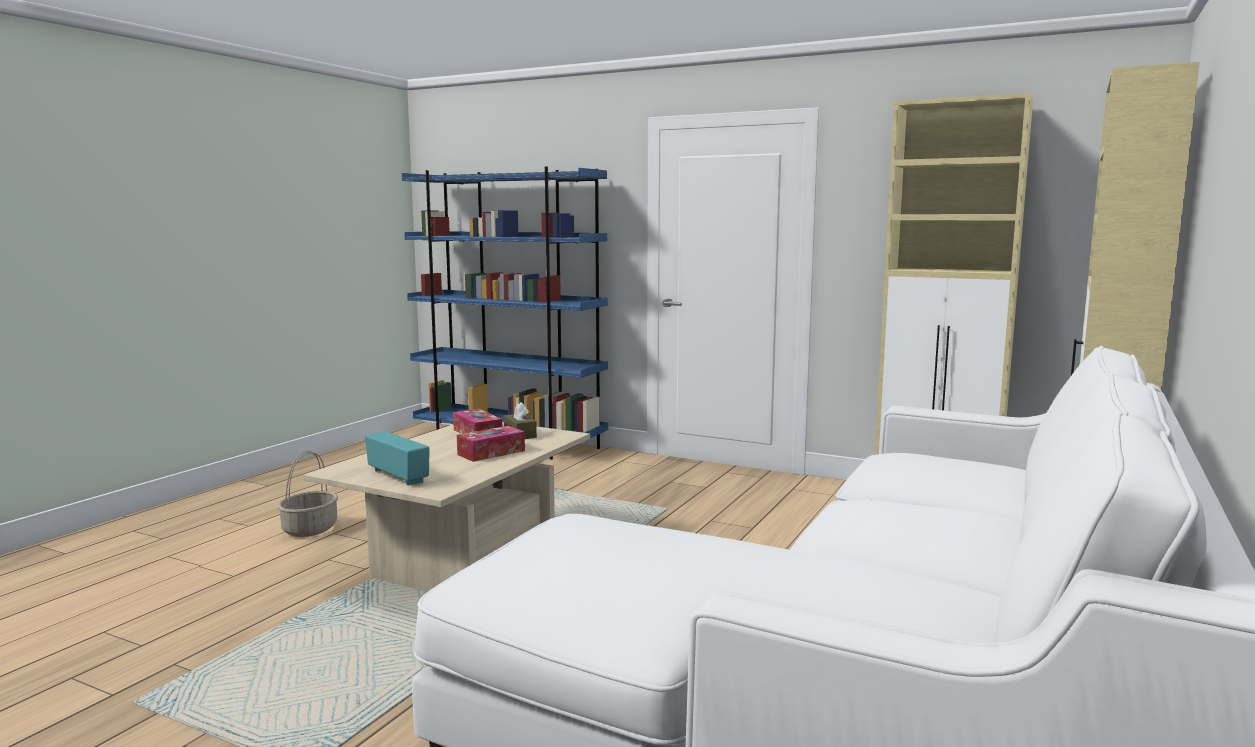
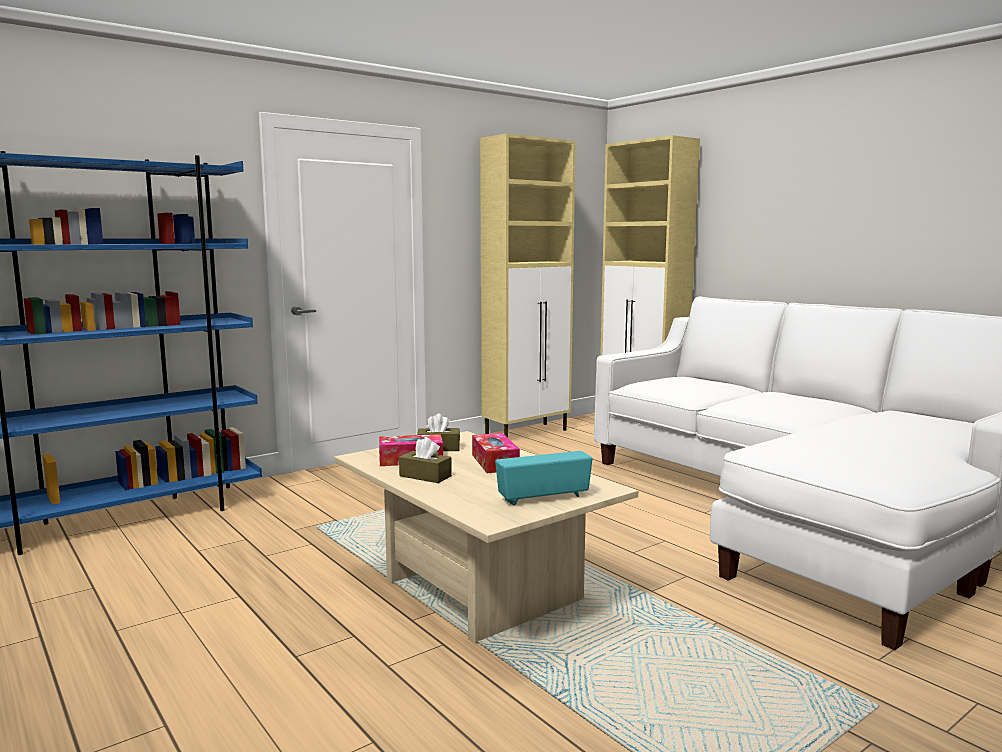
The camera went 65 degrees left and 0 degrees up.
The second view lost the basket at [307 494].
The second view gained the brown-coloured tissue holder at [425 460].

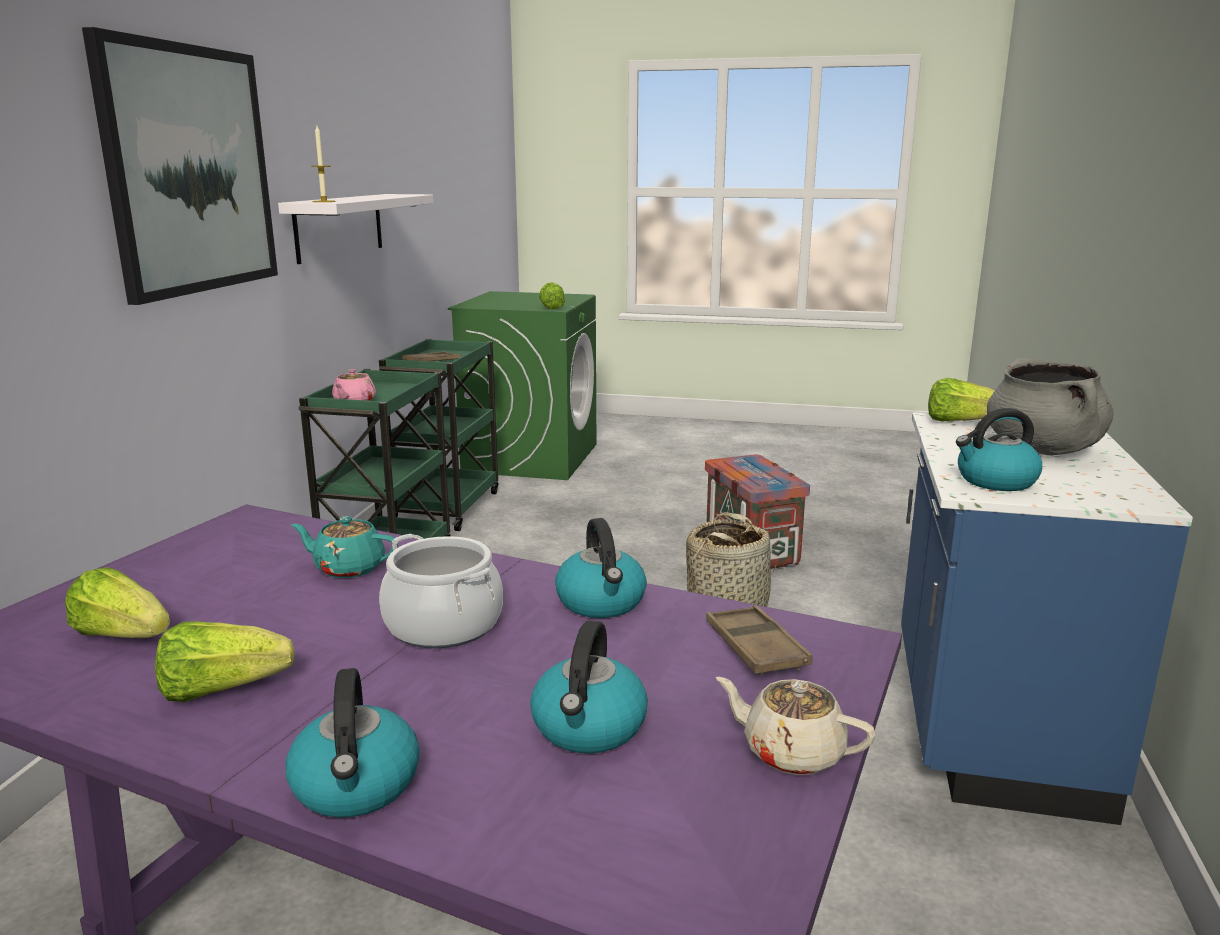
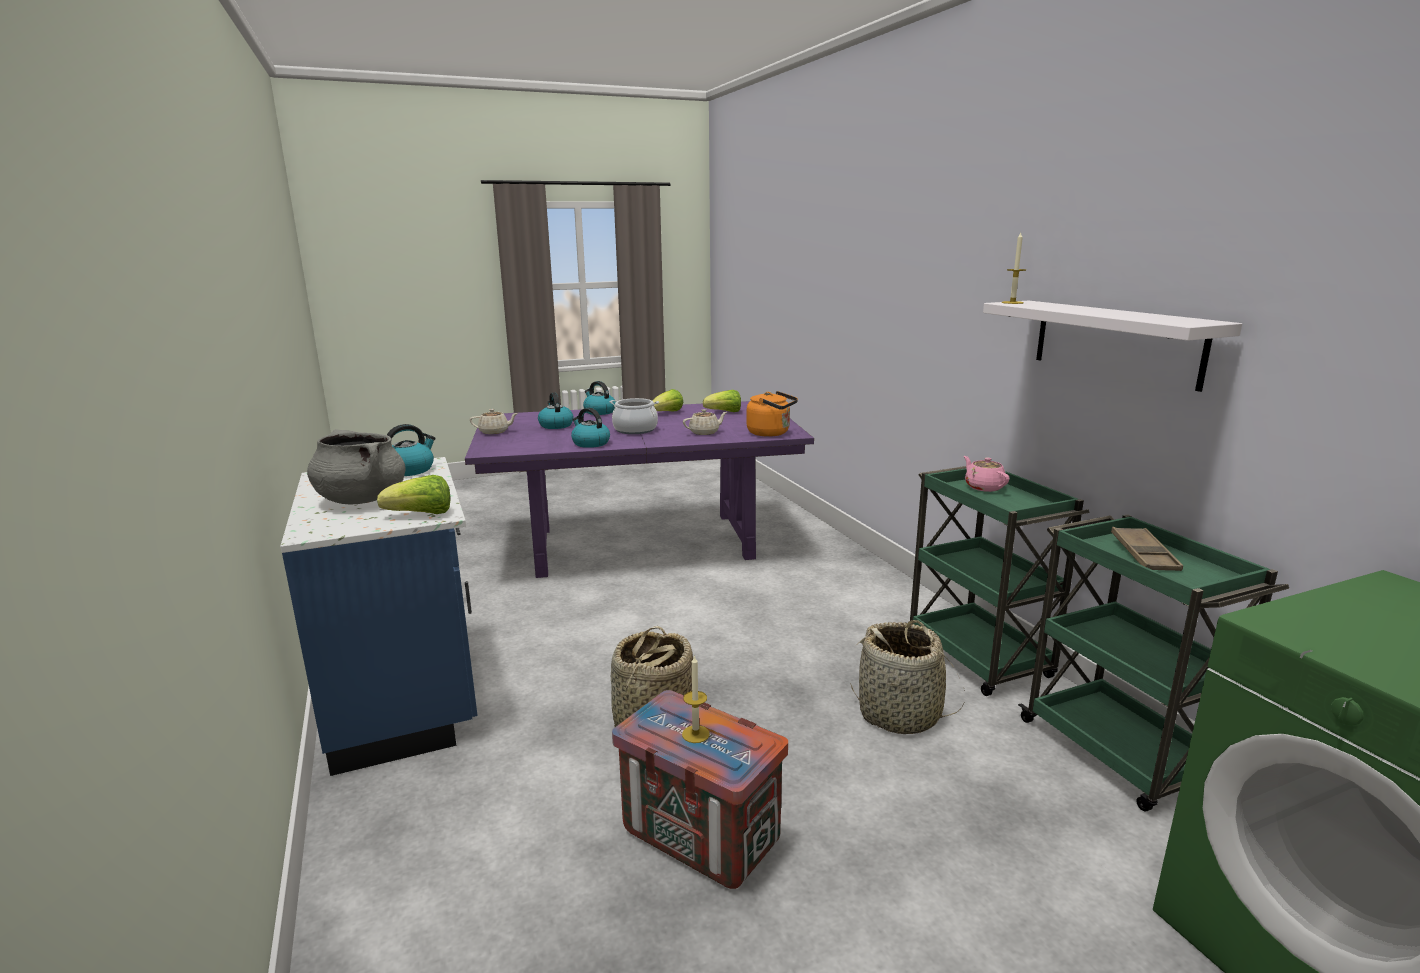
The camera went 145 degrees right and 0 degrees up.
The second view lost the wall picture at [180 166].
The second view lost the lettuce at [552 295].
What was the blue-green pot for tea at [344 547] turned into the sand-coloured pot for tea at [705 422].
The second view lost the brown-coloured tray at [759 640].
The second view gained the orange water kettle at [772 414].
The second view gained the basket at [907 677].
The second view gained the candle at [696 699].

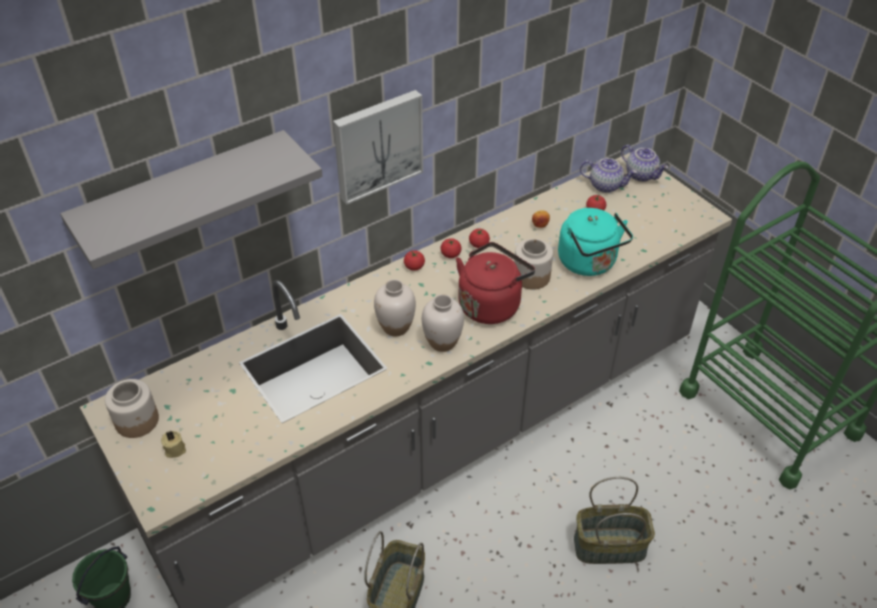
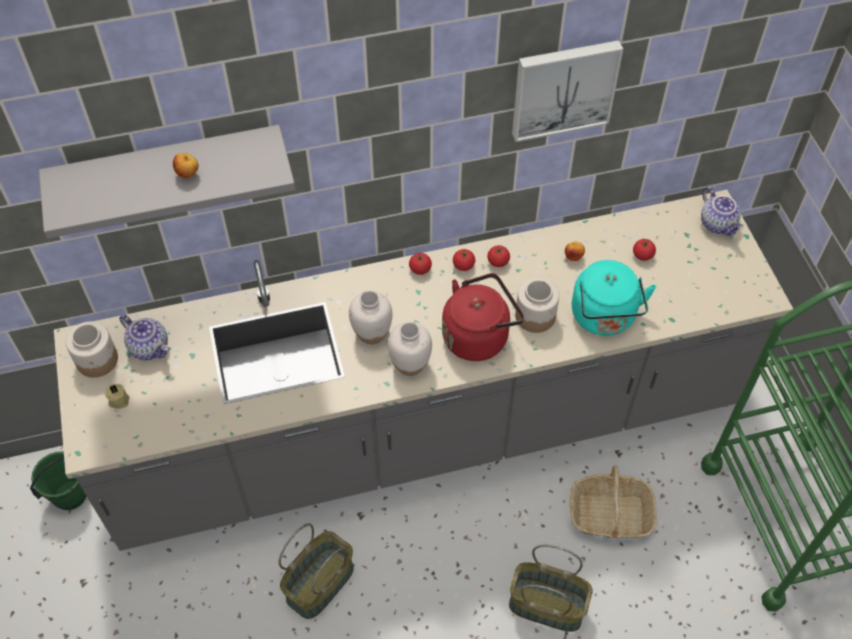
The camera went 20 degrees right and 10 degrees up.
The wall picture ended up elsewhere, having gone from [378 147] to [567 91].
The pot for tea ended up elsewhere, having gone from [608 175] to [143 337].
The second view gained the apple fruit at [186 165].
The second view gained the basket at [613 501].

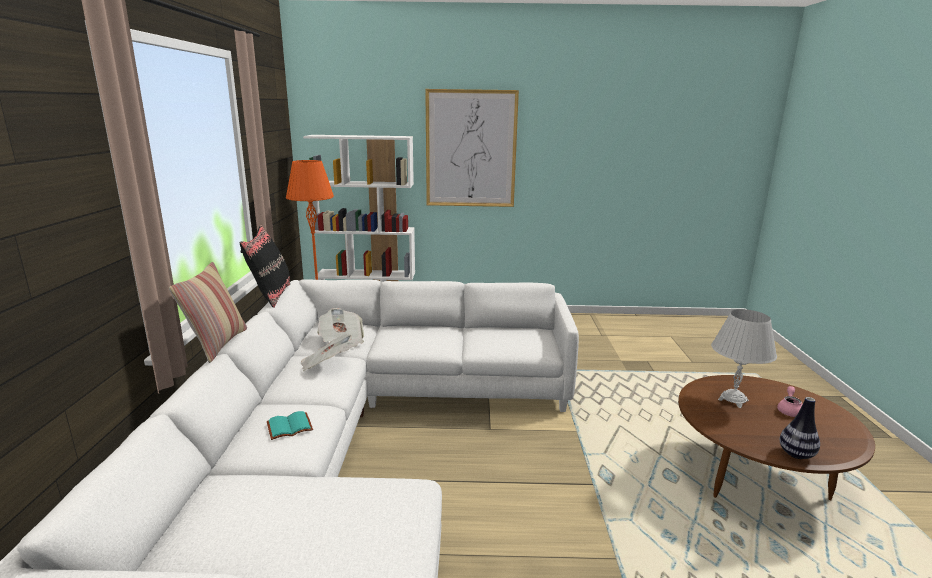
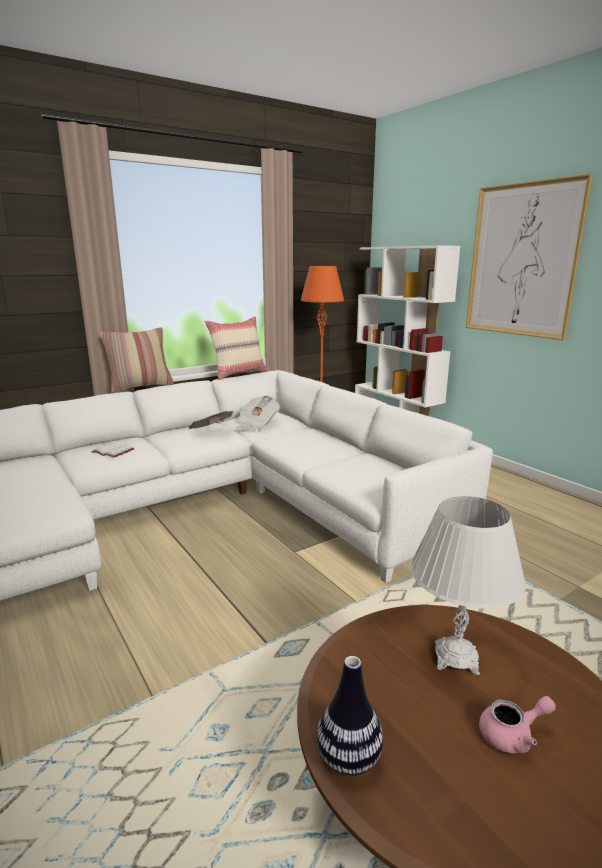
The camera went 55 degrees right and 0 degrees up.
What was the black-coloured throw pillow at [264 267] turned into the sand-coloured throw pillow at [236 348].
What was the blue-green book at [290 425] turned into the white-coloured book at [113 450].

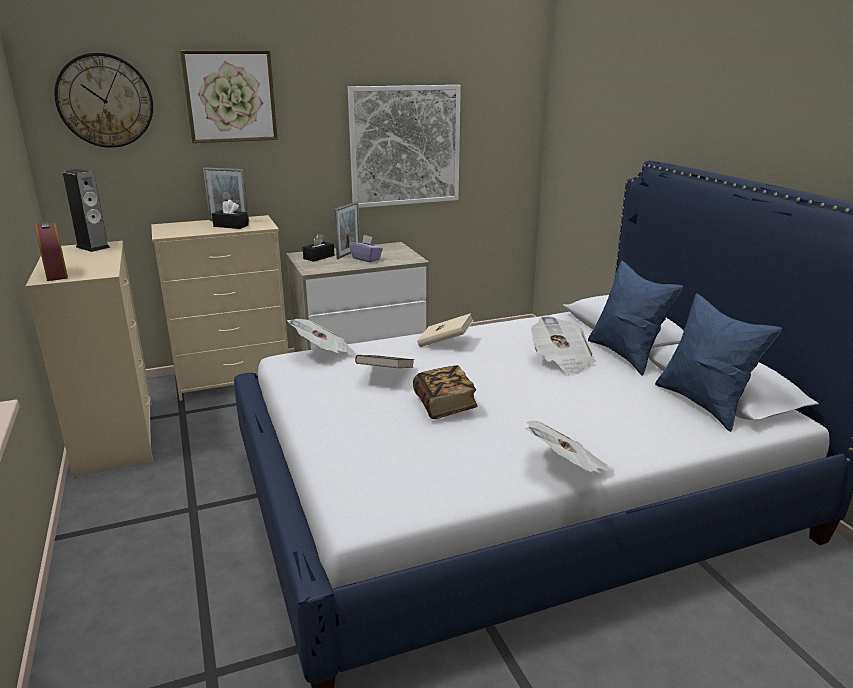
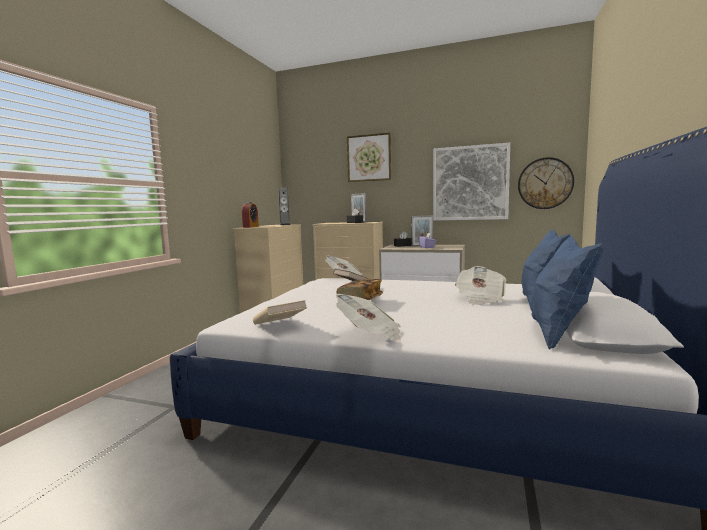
The camera went 40 degrees right and 15 degrees down.
The hanging clock ended up elsewhere, having gone from [103 100] to [546 183].
The sand-coloured book ended up elsewhere, having gone from [445 330] to [280 312].

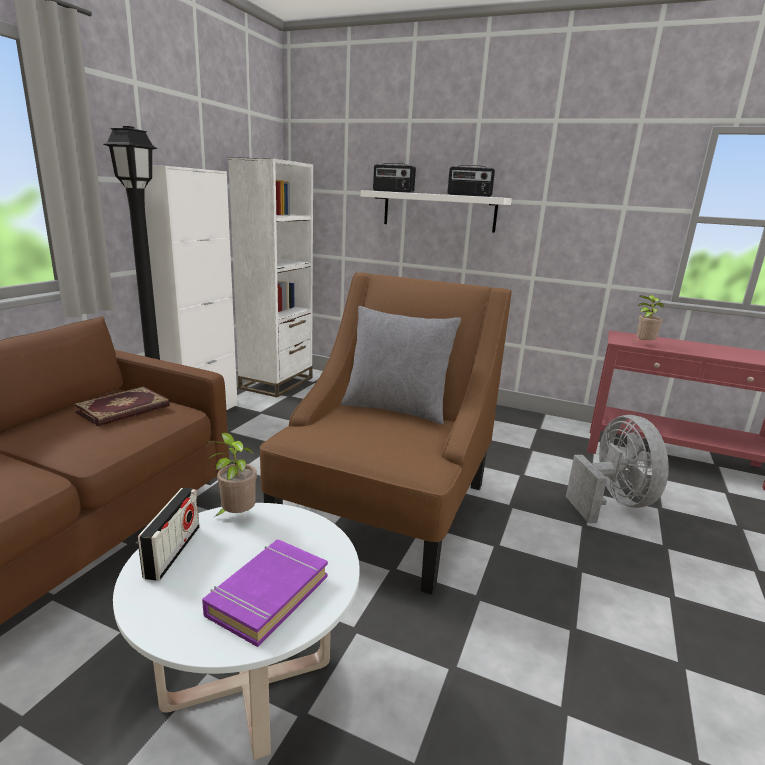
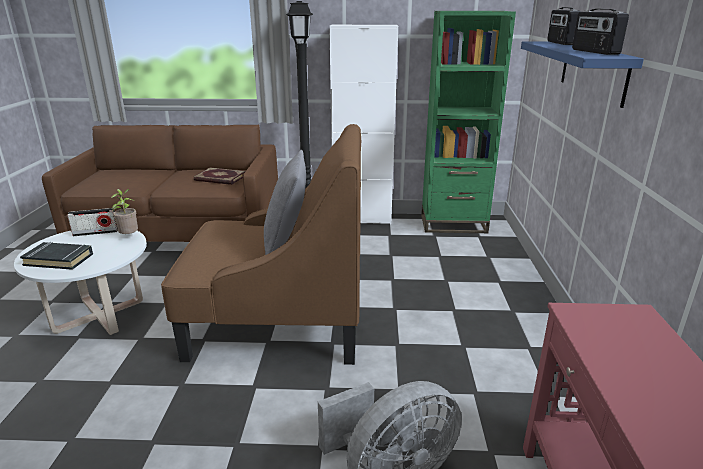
The camera went 70 degrees right and 5 degrees up.
What was the white-coloured shelving unit at [270 277] turned into the green-coloured shelving unit at [468 122].
What was the white-coloured wall shelf at [436 211] turned into the bluish wall shelf at [582 74].
The second view lost the plant in a pot at [648 318].
What was the purplish book at [265 593] turned into the black-coloured book at [56 256].

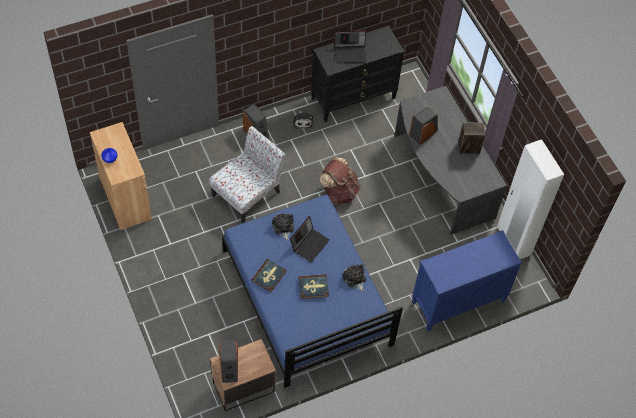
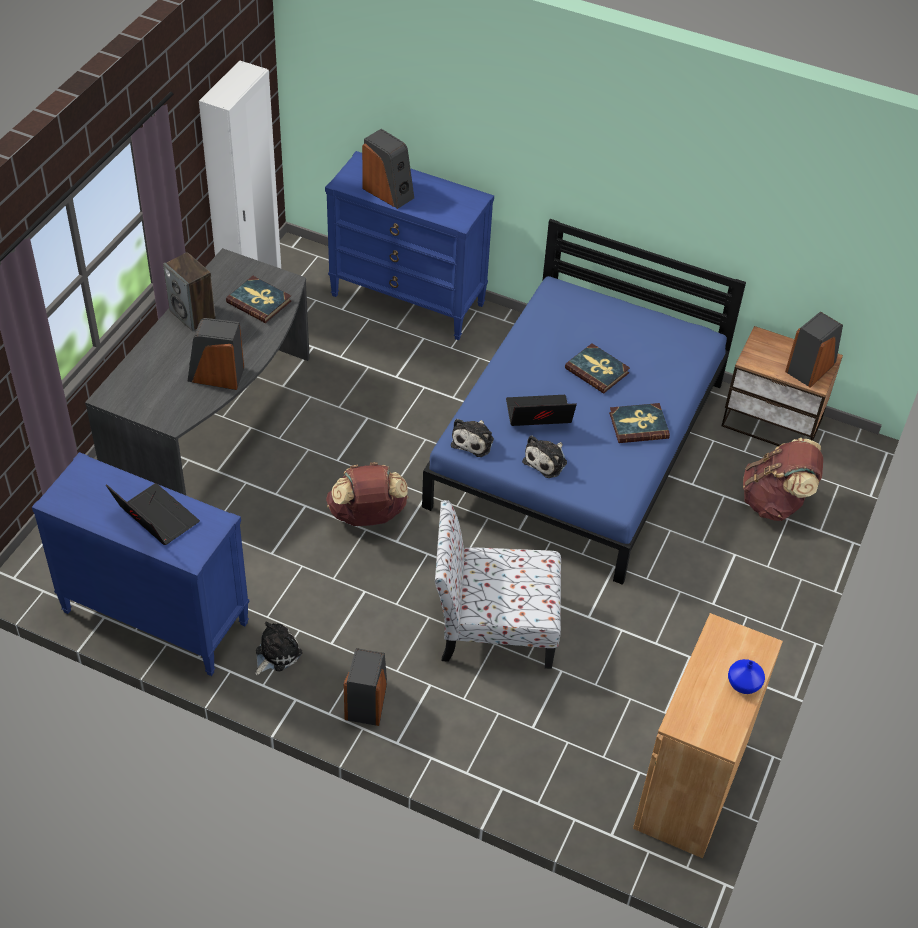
The camera went 130 degrees left and 10 degrees down.
What was the black-coloured drawer chest at [358 74] turned into the bluish drawer chest at [140 564].
The soft toy ended up elsewhere, having gone from [354 278] to [472 438].
The second view gained the speaker at [388 169].
The second view gained the book at [258 299].
The second view gained the brown-coloured backpack at [783 479].

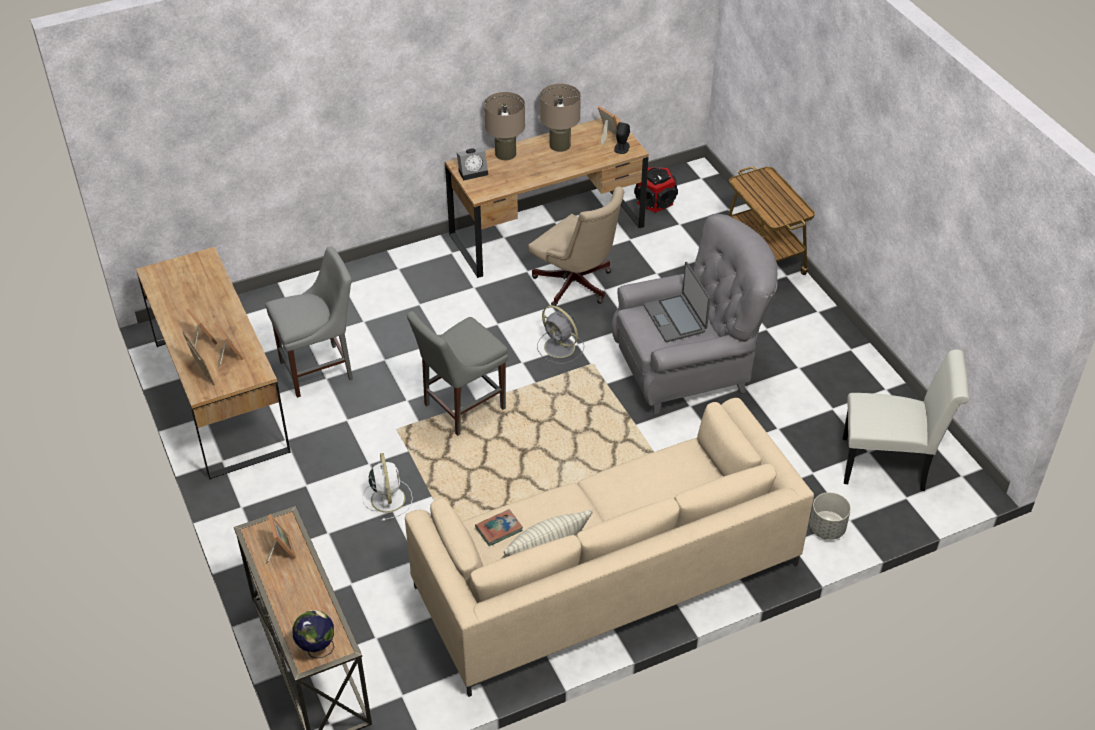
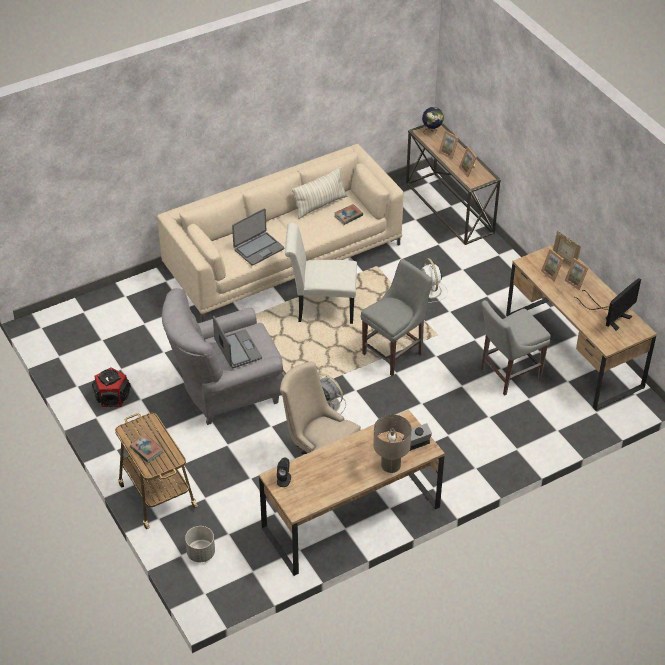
The camera went 175 degrees right and 0 degrees up.
The second view lost the sand-coloured lamp for a table at [560 118].
The standing frame ended up elsewhere, having gone from [608 125] to [449 145].
The speaker ended up elsewhere, having gone from [656 190] to [111 387].
The white-coloured upright chair ended up elsewhere, having gone from [906 420] to [321 273].
The gray planter ended up elsewhere, having gone from [830 516] to [200 544].
The second view gained the laptop at [258 237].
The second view gained the monitor at [607 304].
The second view gained the book at [146 448].

